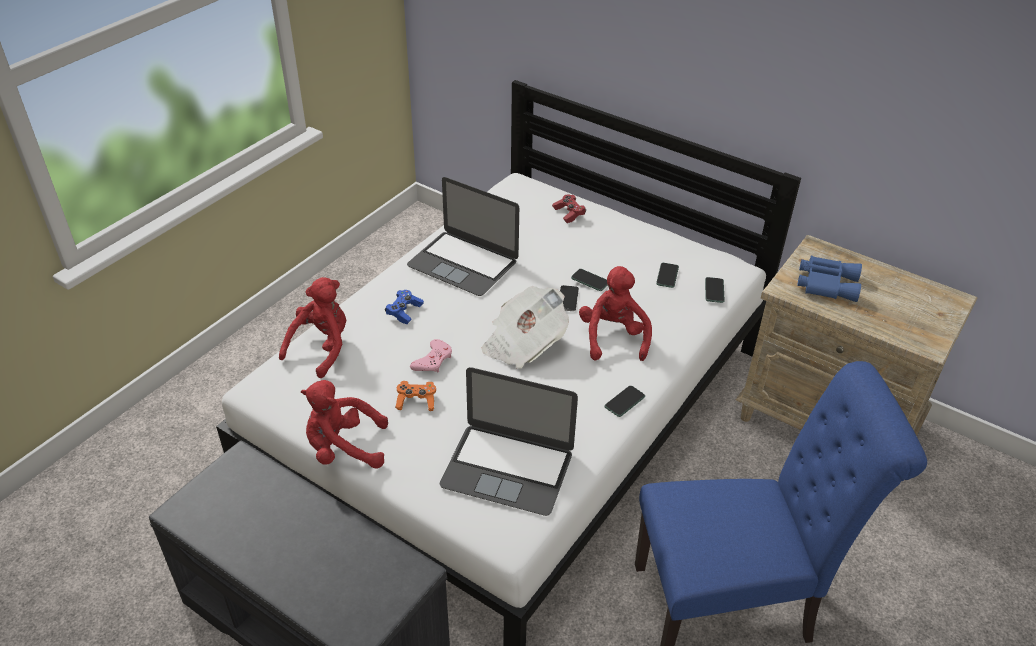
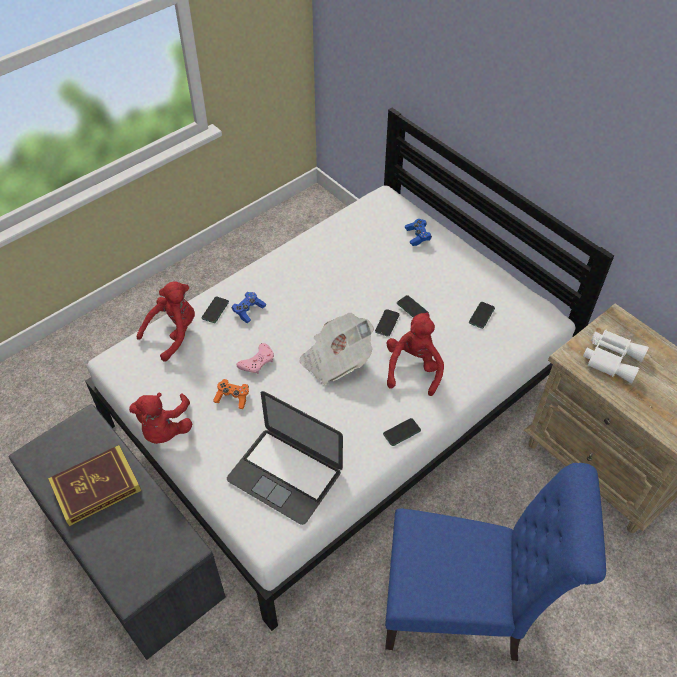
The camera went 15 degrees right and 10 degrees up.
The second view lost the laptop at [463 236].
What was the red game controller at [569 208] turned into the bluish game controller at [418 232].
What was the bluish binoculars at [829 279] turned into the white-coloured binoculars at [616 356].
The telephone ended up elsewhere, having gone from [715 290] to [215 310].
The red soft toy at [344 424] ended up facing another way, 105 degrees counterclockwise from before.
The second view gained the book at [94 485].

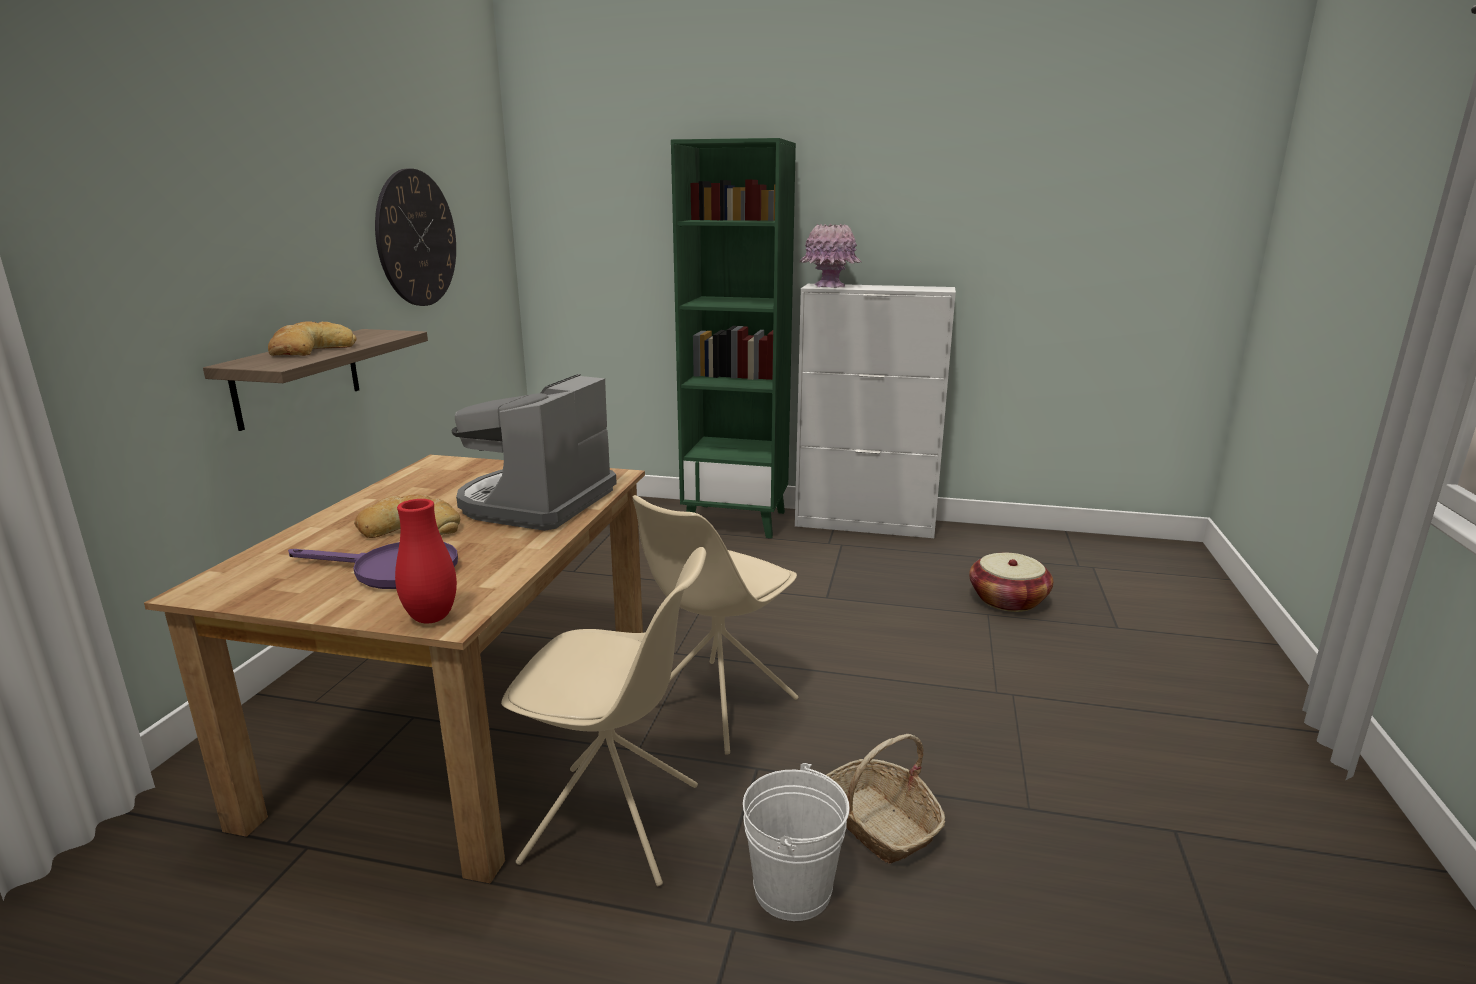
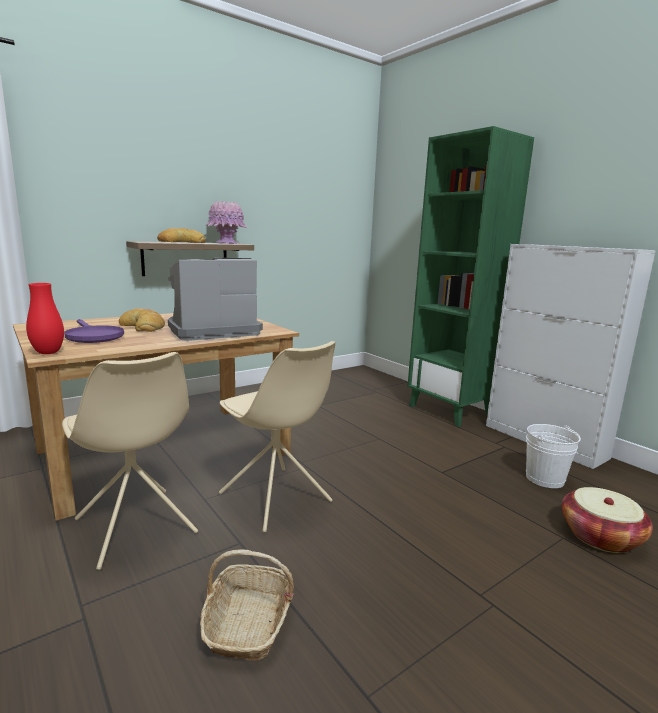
The camera went 40 degrees right and 5 degrees down.
The second view lost the hanging clock at [415 237].
The pink vase ended up elsewhere, having gone from [830 256] to [226 222].
The sand-coloured upright chair at [715 624] ended up facing another way, 120 degrees counterclockwise from before.
The white-coloured bucket ended up elsewhere, having gone from [796 842] to [553 456].

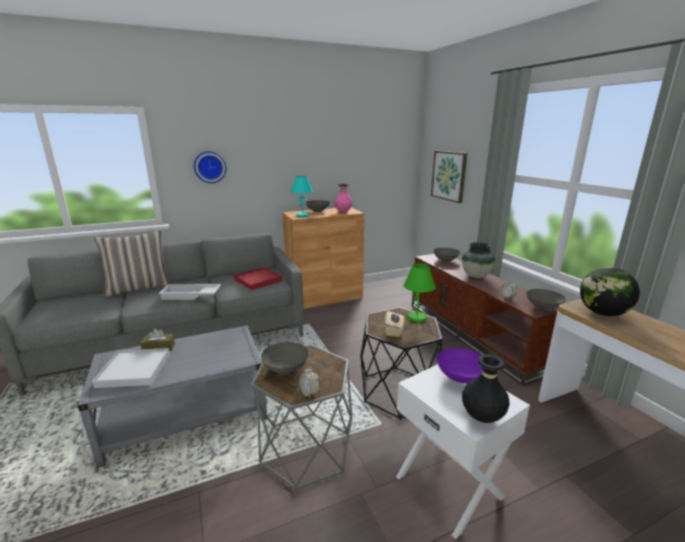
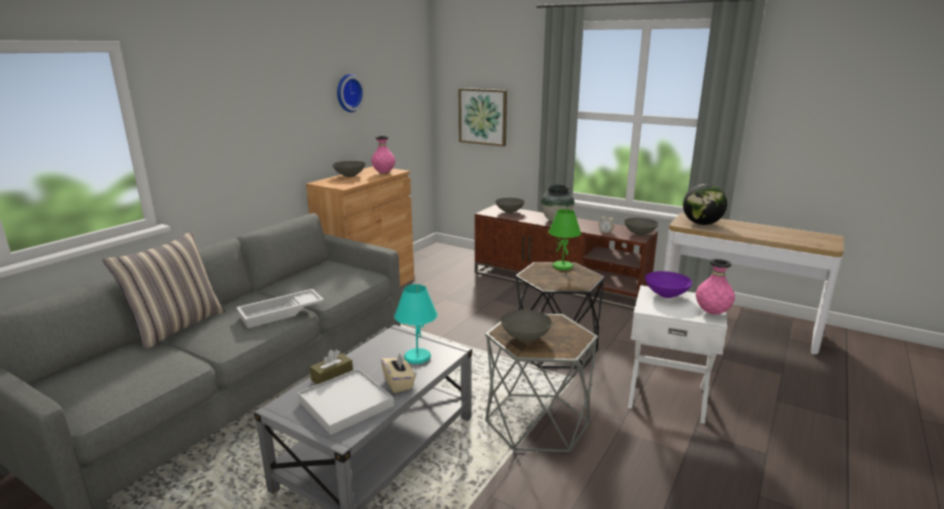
The camera went 35 degrees left and 0 degrees up.
The hanging clock ended up elsewhere, having gone from [210 167] to [351 93].
The blue-green lamp for a table ended up elsewhere, having gone from [302 196] to [415 324].
The second view lost the red tray at [258 278].
The sand-coloured tissue holder ended up elsewhere, having gone from [394 324] to [398 372].
What was the black-coloured vase at [486 388] turned into the pink vase at [715 286].
The second view lost the table clock at [309 382].

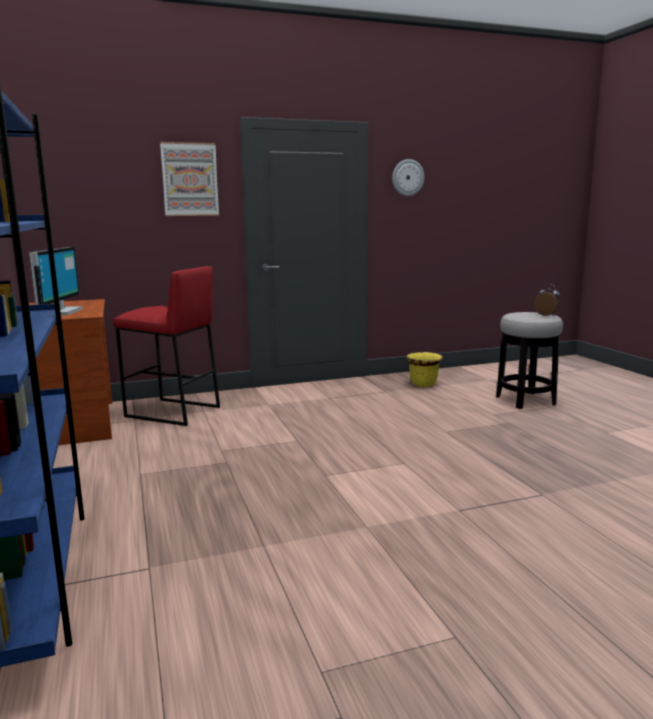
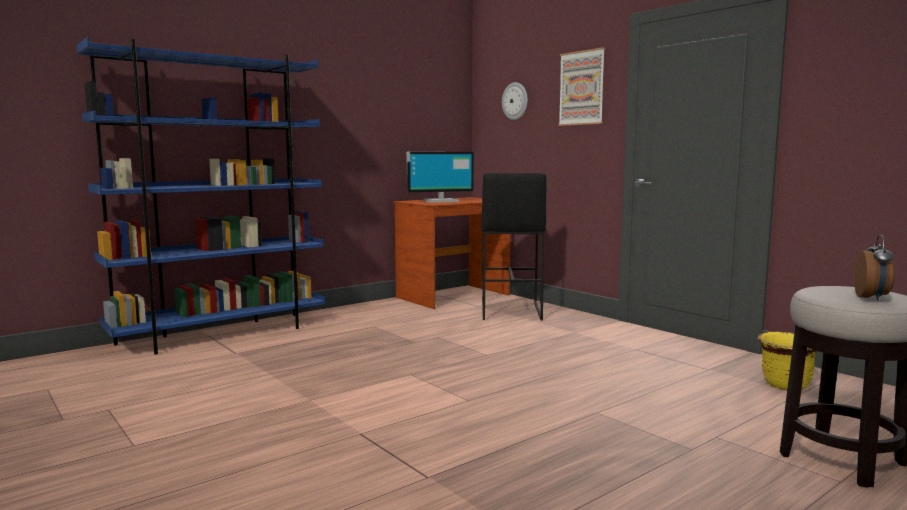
The camera went 70 degrees right and 5 degrees down.
The hanging clock ended up elsewhere, having gone from [408 177] to [515 101].
What was the red stool seat at [166 346] turned into the black-coloured stool seat at [513 246].

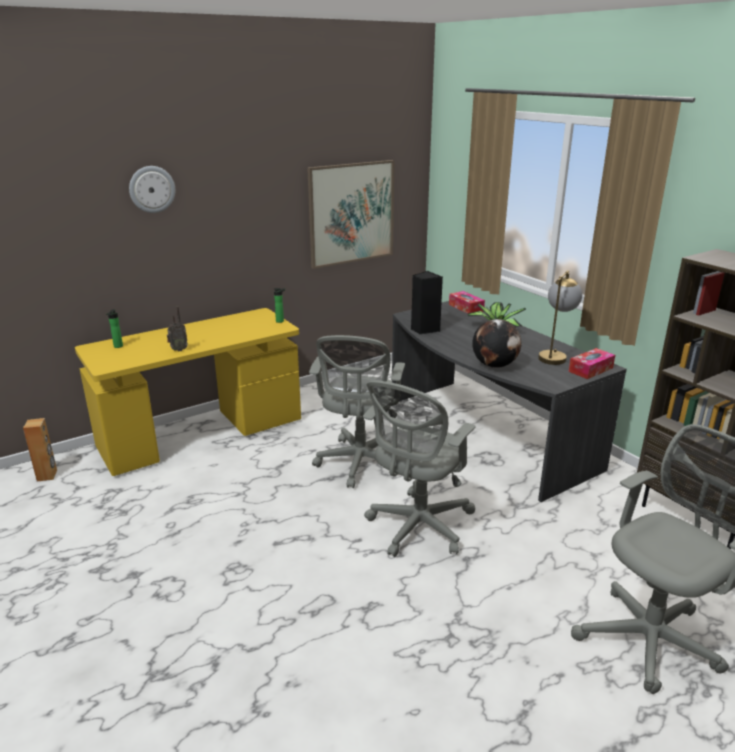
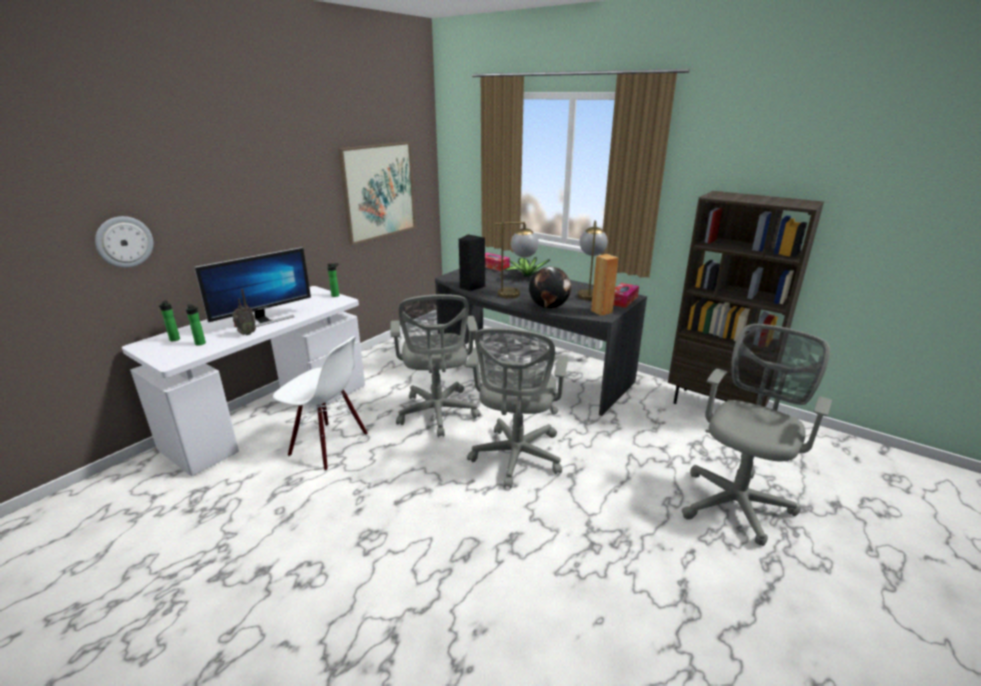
The camera went 20 degrees left and 0 degrees up.
The hanging clock ended up elsewhere, having gone from [152 189] to [124 242].
What was the yellow-coloured desk table at [188 392] turned into the white-coloured desk table at [243 381].
The brown-coloured speaker ended up elsewhere, having gone from [40 449] to [604 285].
The second view gained the lamp for a table at [517 260].
The second view gained the monitor at [252 287].
The second view gained the beverage bottle at [196 325].
The second view gained the white-coloured upright chair at [320 403].

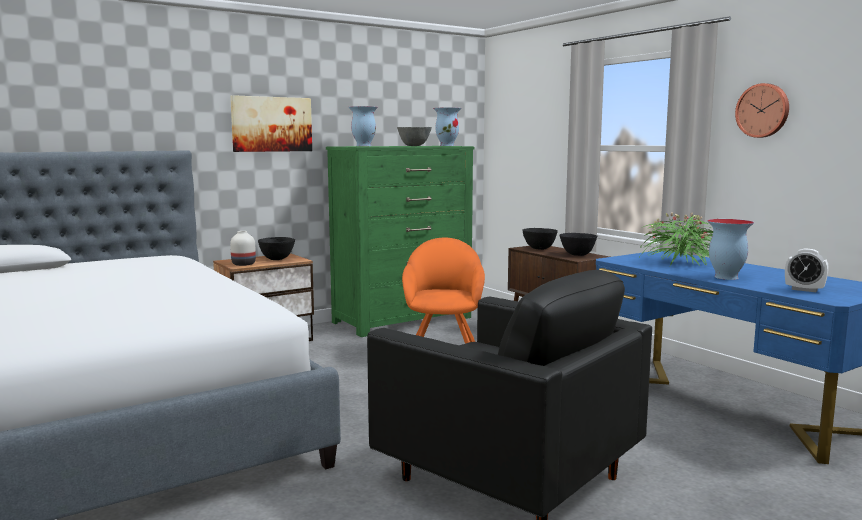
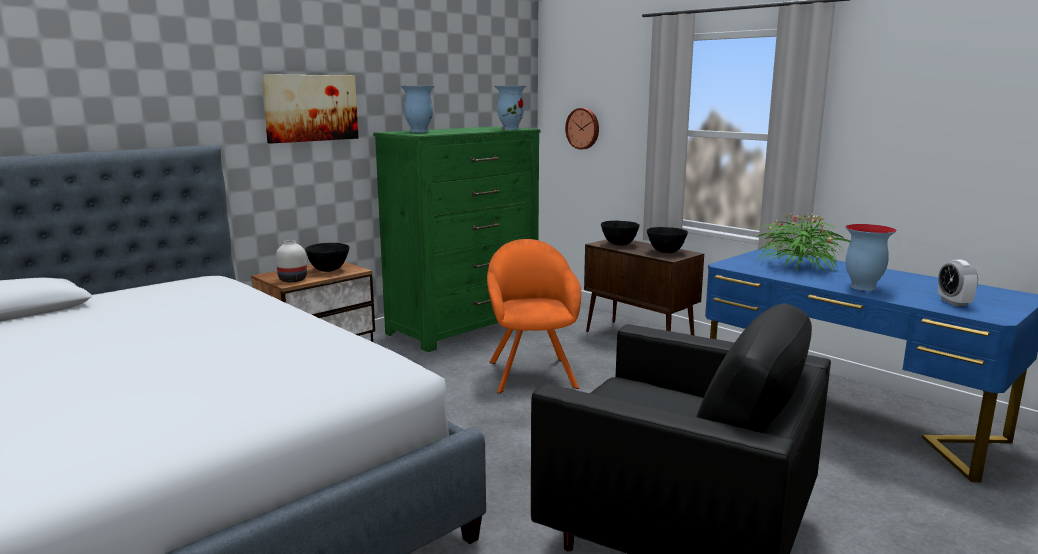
The camera went 10 degrees left and 5 degrees up.
The hanging clock ended up elsewhere, having gone from [762 110] to [582 129].
The second view lost the gray bowl at [414 136].
The table clock at [807 270] ended up facing another way, 60 degrees clockwise from before.

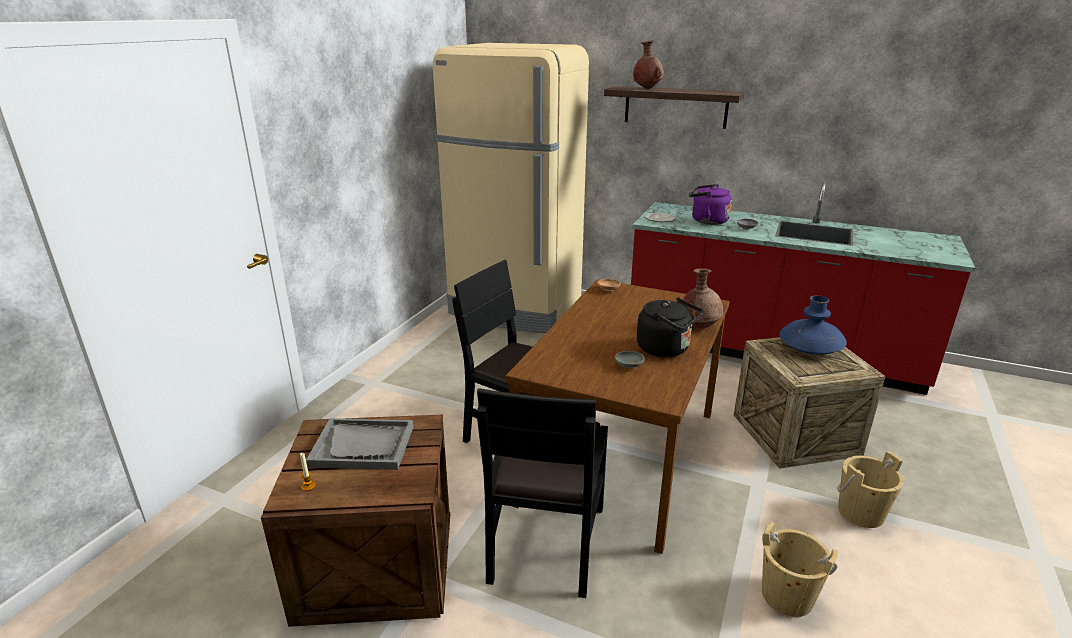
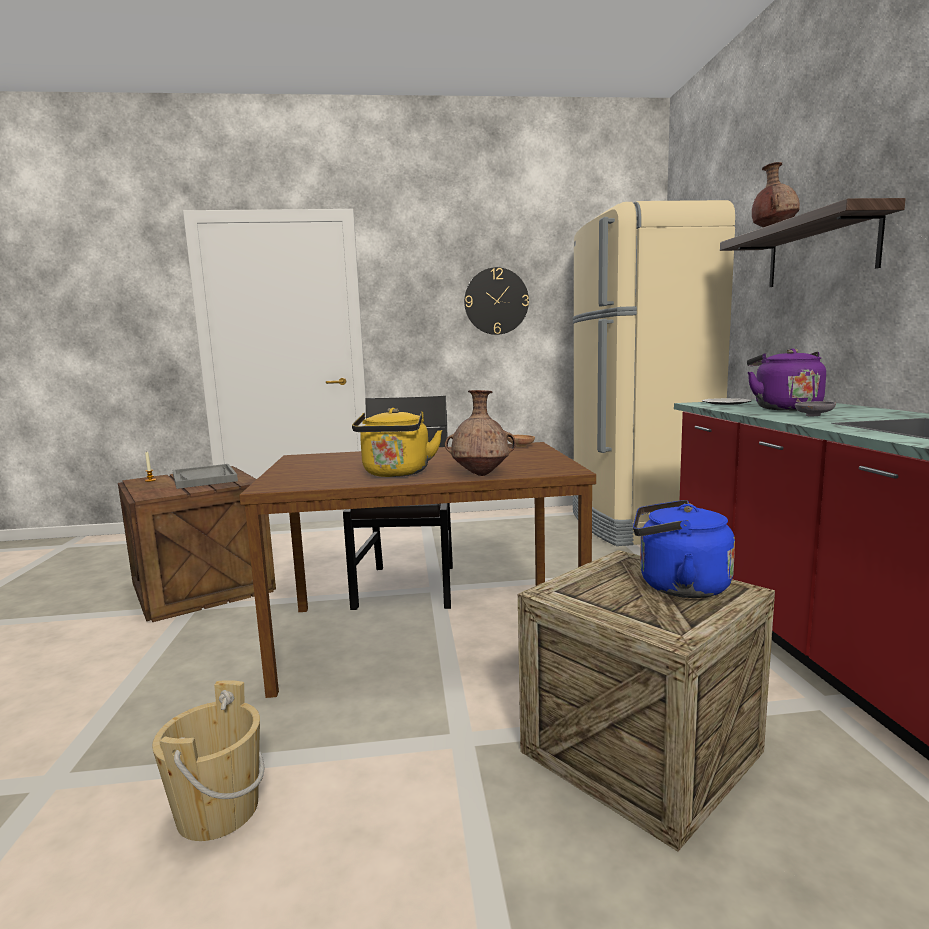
The camera went 60 degrees right and 15 degrees down.
Where the bluish vase stood at [813 325], the bluish water kettle came to stand at [684 549].
What was the black-coloured water kettle at [670 327] turned into the yellow-coloured water kettle at [397 442].
The second view lost the gray bowl at [630 359].
The second view lost the black-coloured upright chair at [542 493].
The second view lost the sand-coloured bucket at [870 489].
The second view gained the hanging clock at [496 301].

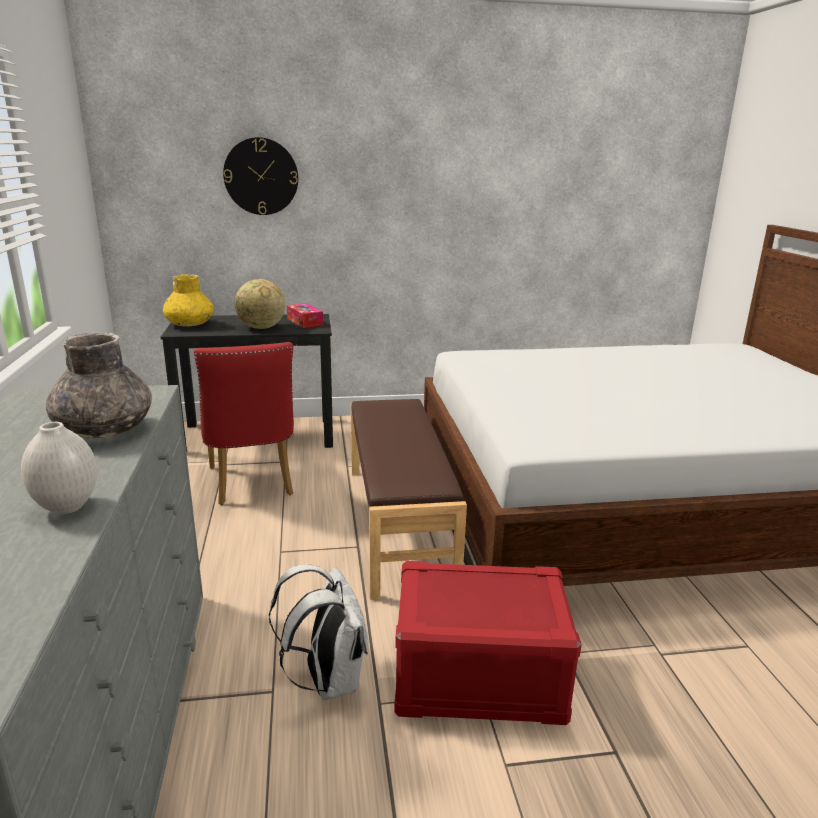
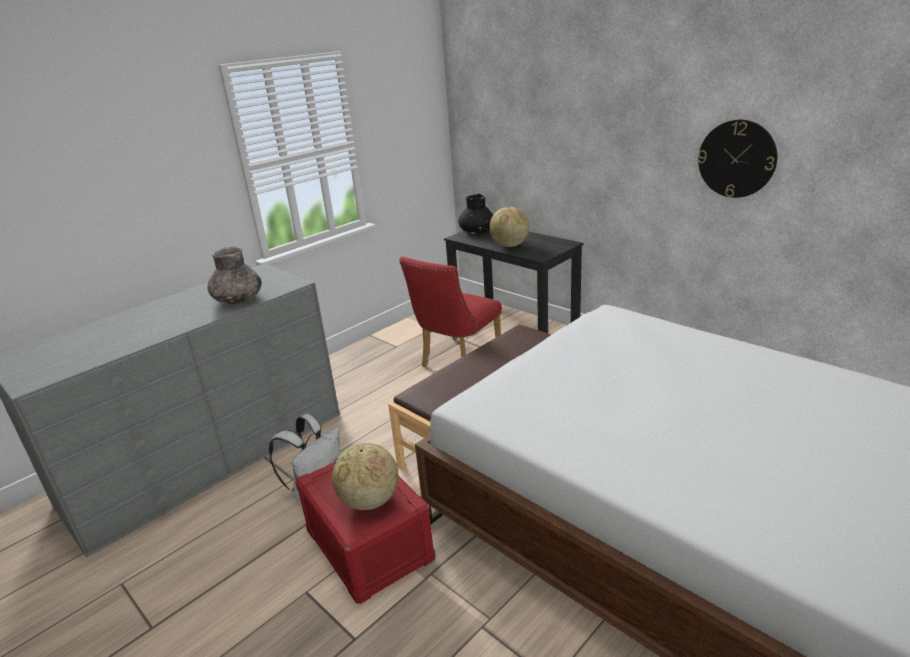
The camera went 55 degrees right and 5 degrees up.
The hanging clock ended up elsewhere, having gone from [260 176] to [737 159].
What was the yellow-coloured vase at [188 300] turned into the black-coloured vase at [475 214].
The second view lost the tissue holder at [305 315].
The second view lost the white-coloured vase at [59 468].
The second view gained the globe at [365 476].

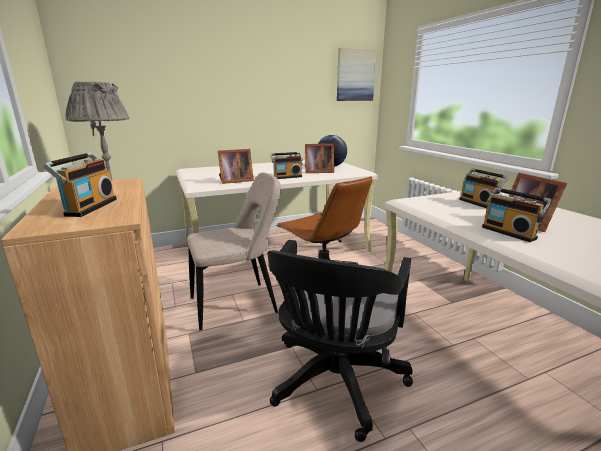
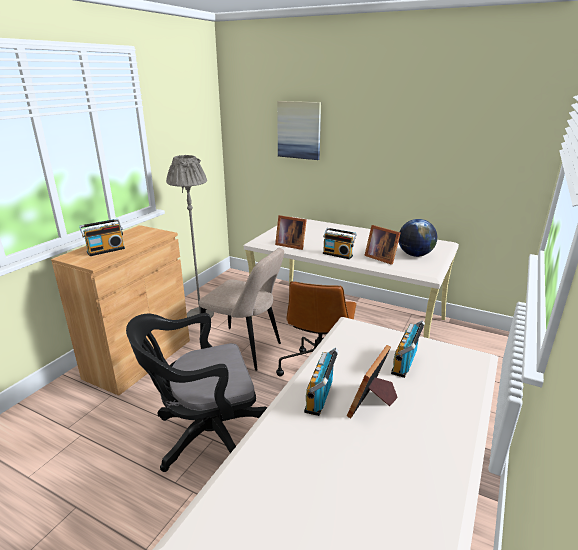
The camera went 50 degrees right and 5 degrees up.
The wall picture ended up elsewhere, having gone from [356 74] to [299 130].

